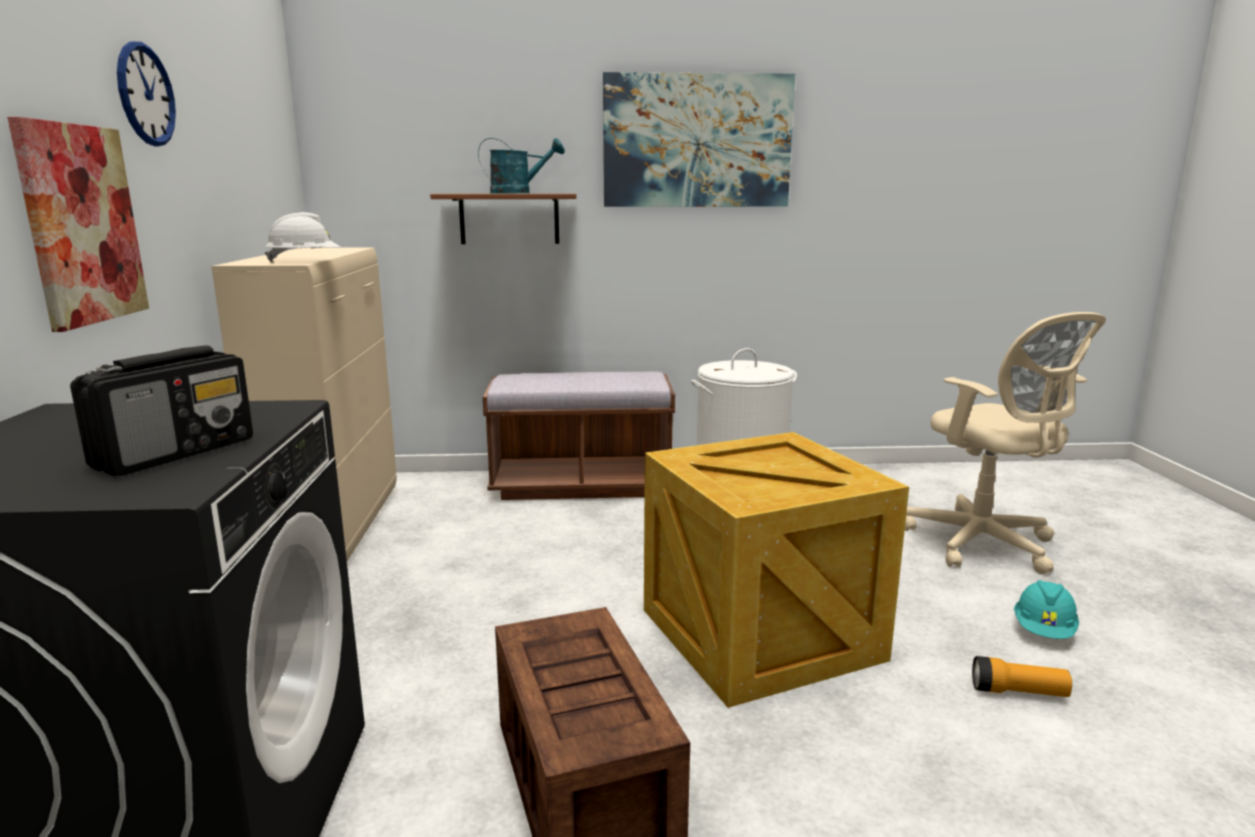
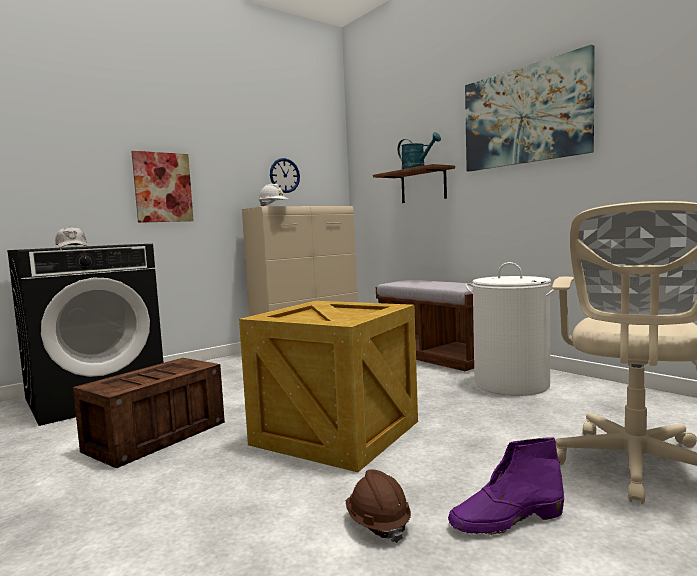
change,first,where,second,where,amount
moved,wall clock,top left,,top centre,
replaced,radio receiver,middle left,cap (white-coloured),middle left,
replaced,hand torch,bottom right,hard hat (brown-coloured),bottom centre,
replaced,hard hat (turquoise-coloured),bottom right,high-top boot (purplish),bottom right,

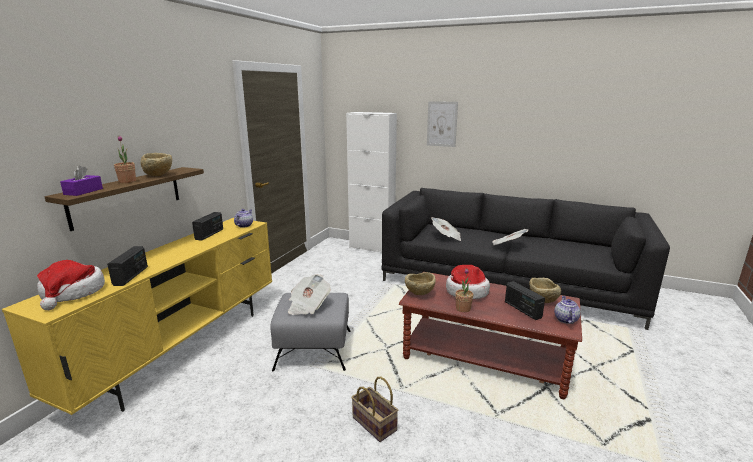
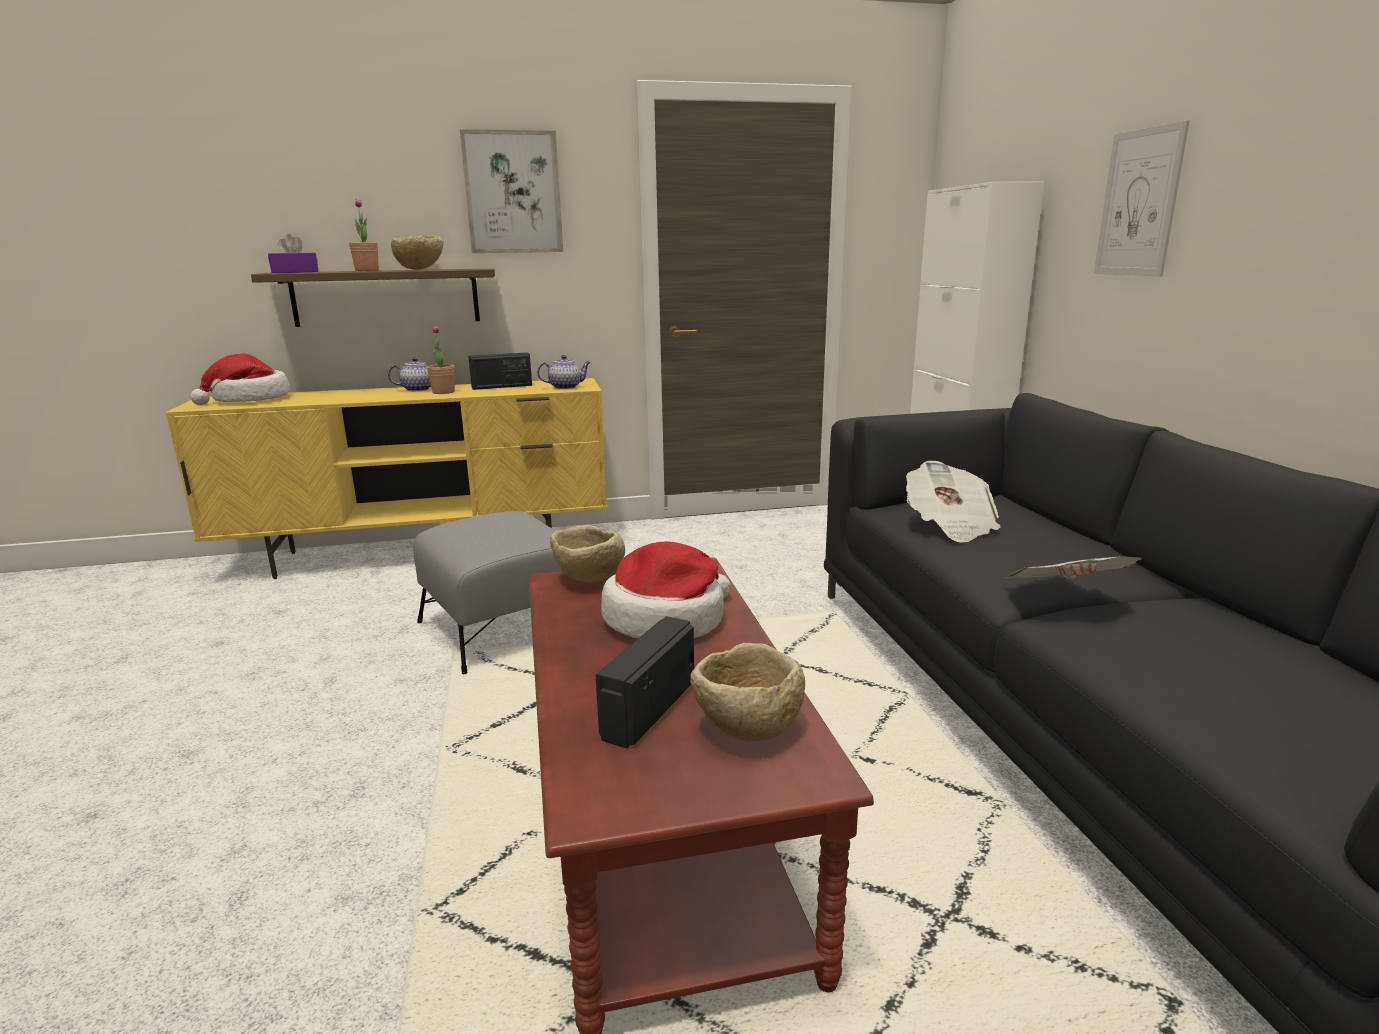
change,first,where,second,where,amount
removed,radio receiver (1st from left),middle left,,,
removed,daily paper (1st from left),centre,,,
removed,household basket,bottom centre,,,
added,,,wall art (1st from left),top centre,
moved,houseplant (2nd from left),centre,,middle left,
moved,tea pot (2nd from left in the first image),bottom right,tea pot (1st from left),middle left,

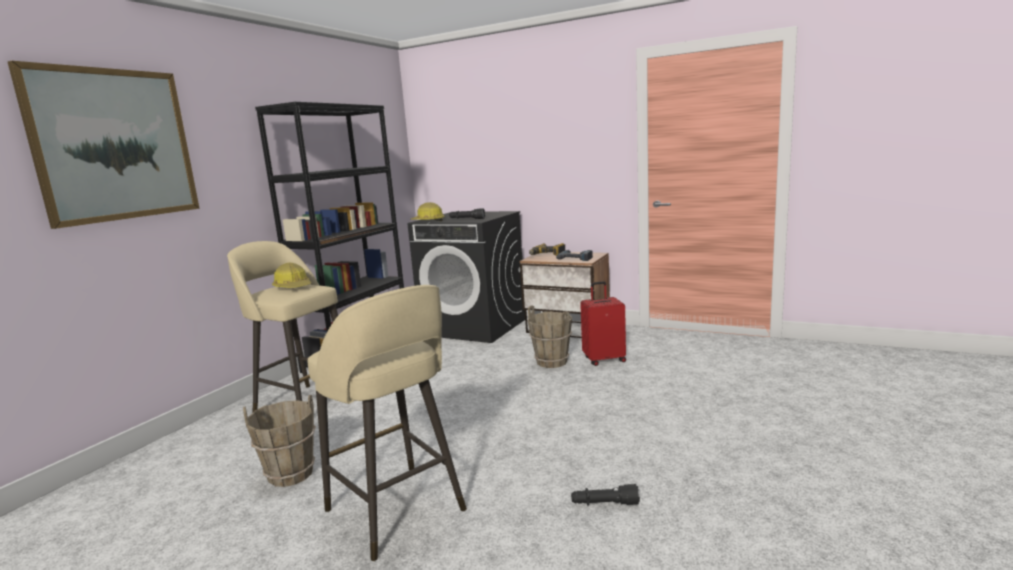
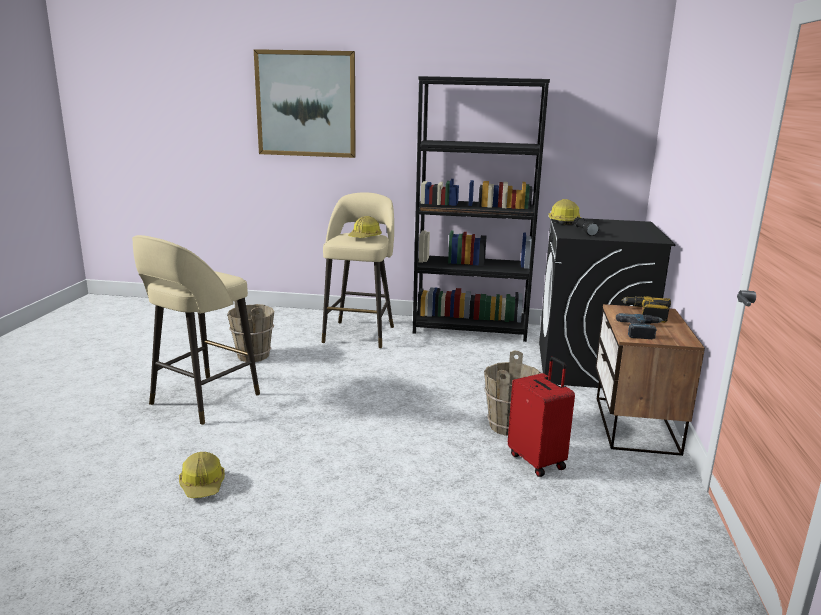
change,first,where,second,where,amount
replaced,hand torch (blackish) (2nd from left),bottom centre,hard hat (1st from left),bottom left,

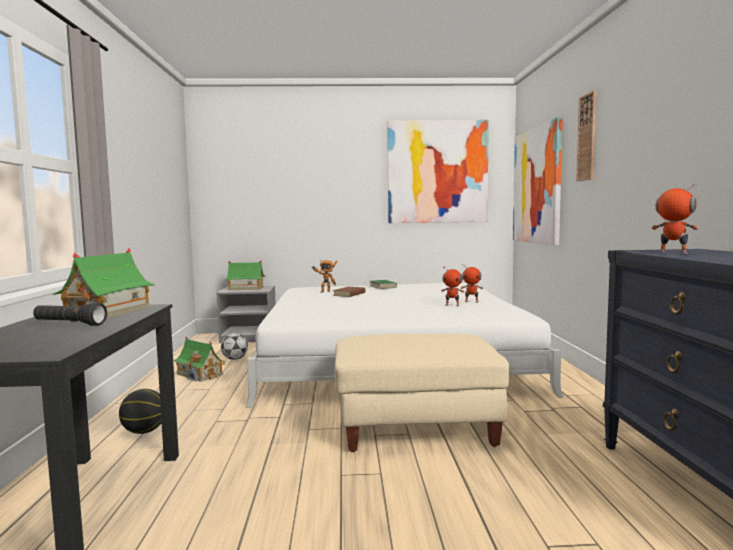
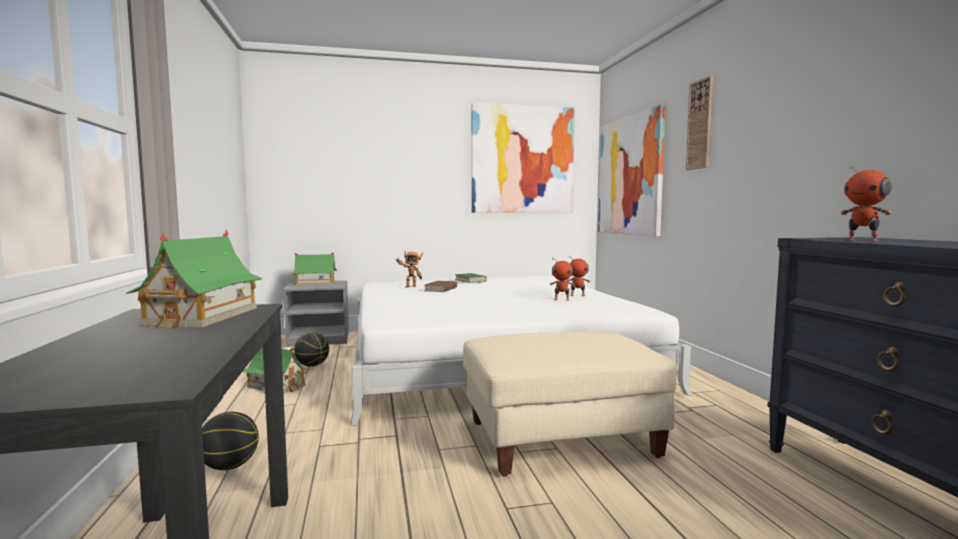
change,first,where,second,where,amount
removed,hand torch (blackish),middle left,,,
replaced,football,middle left,ball for basketball (2nd from left),middle left,
turned,robot figure (4th from left),middle right,,middle right,150 degrees counterclockwise

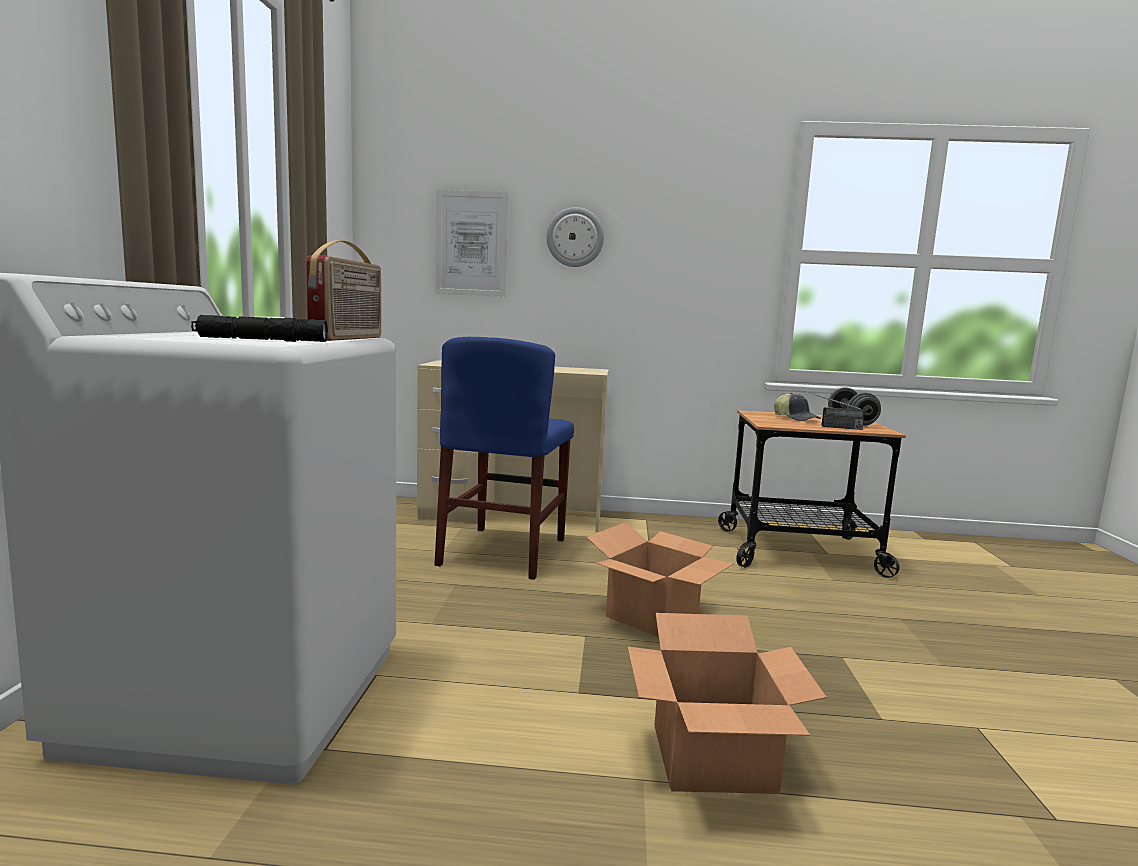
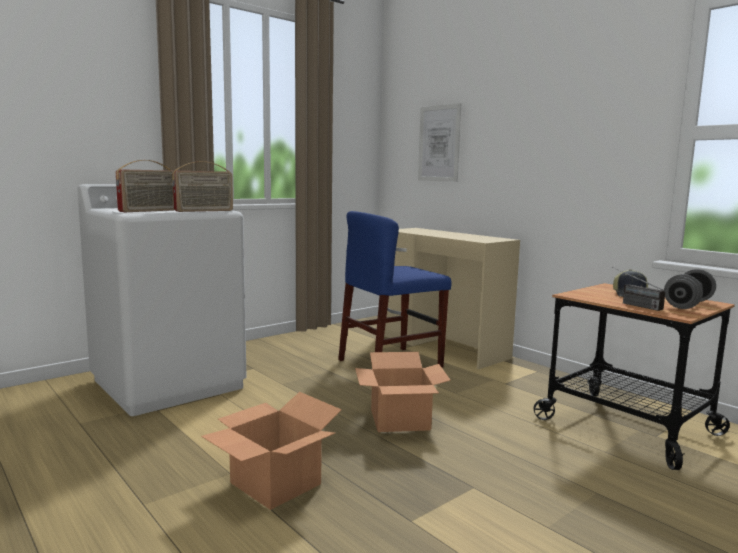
change,first,where,second,where,amount
removed,wall clock,top centre,,,
replaced,hand torch (blackish),middle left,radio receiver (1st from left),middle left,

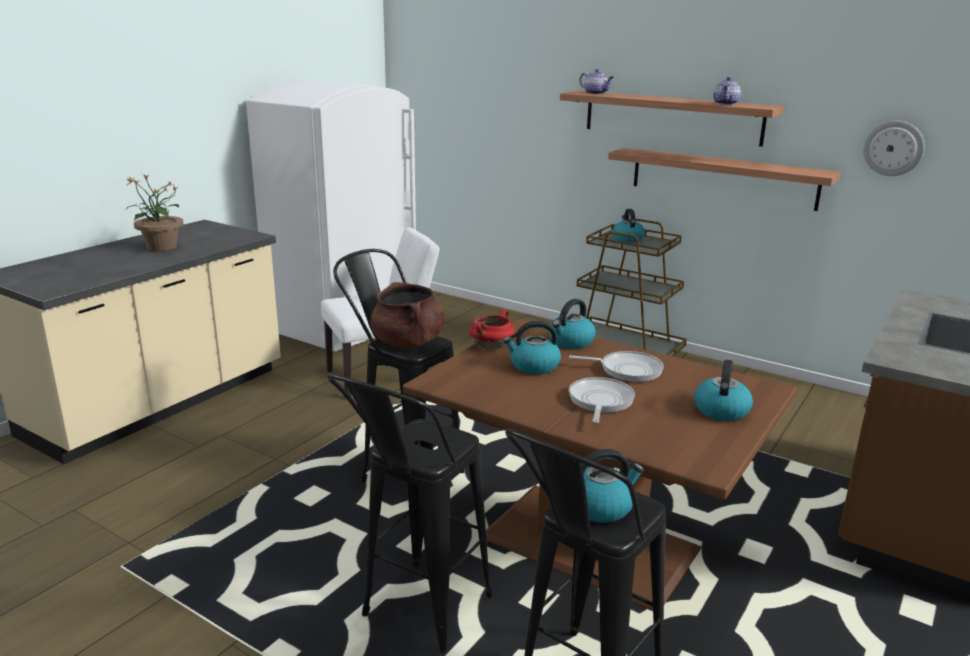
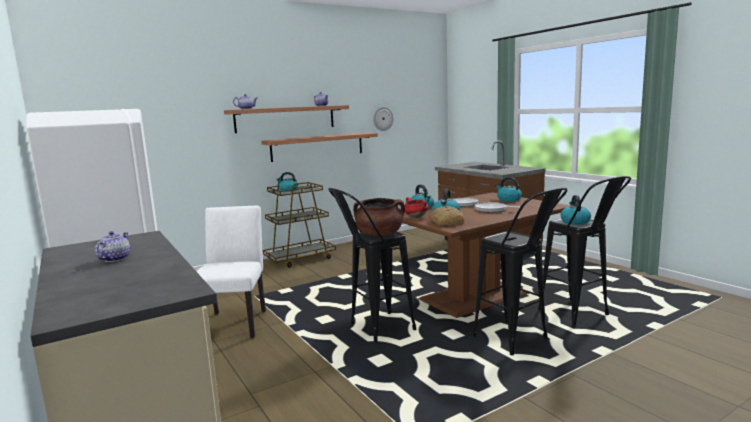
change,first,where,second,where,amount
added,,,baked bread,centre,
replaced,houseplant,top left,tea pot (1st from left),middle left,

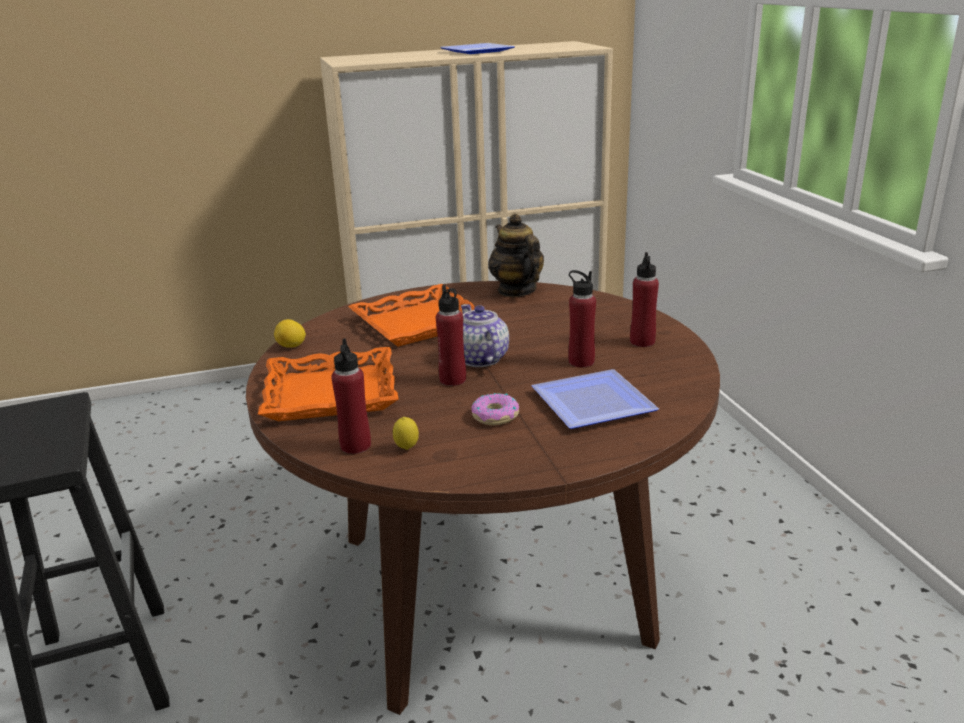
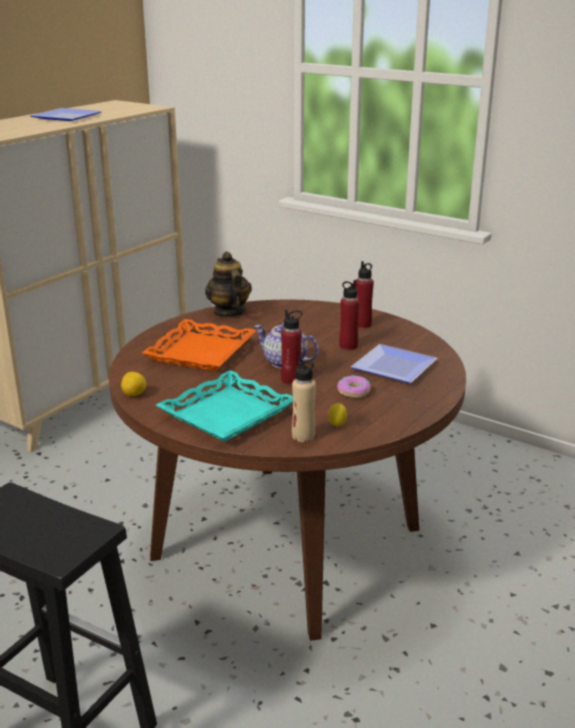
change,first,where,second,where,amount
recoloured,serving tray (orangey) (1st from left),centre,serving tray (turquoise-coloured),centre,
recoloured,beverage bottle (red-coloured) (1st from left),centre,beverage bottle (beige-coloured),centre,
turned,tea pot (2nd from left in the first image),centre,tea pot (1st from left),centre,45 degrees clockwise

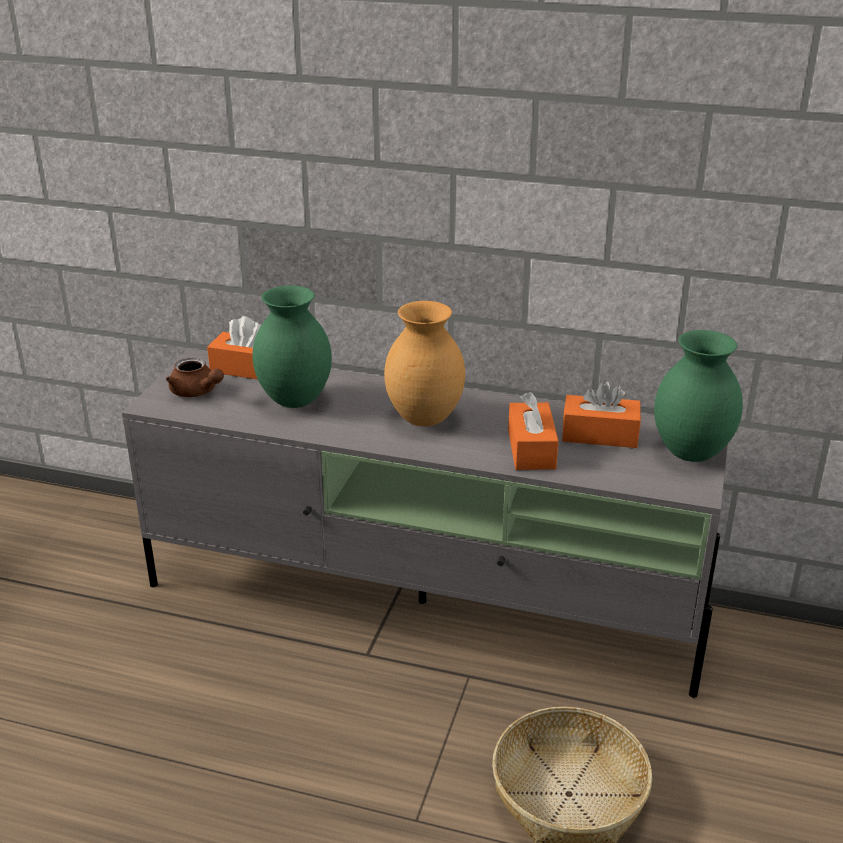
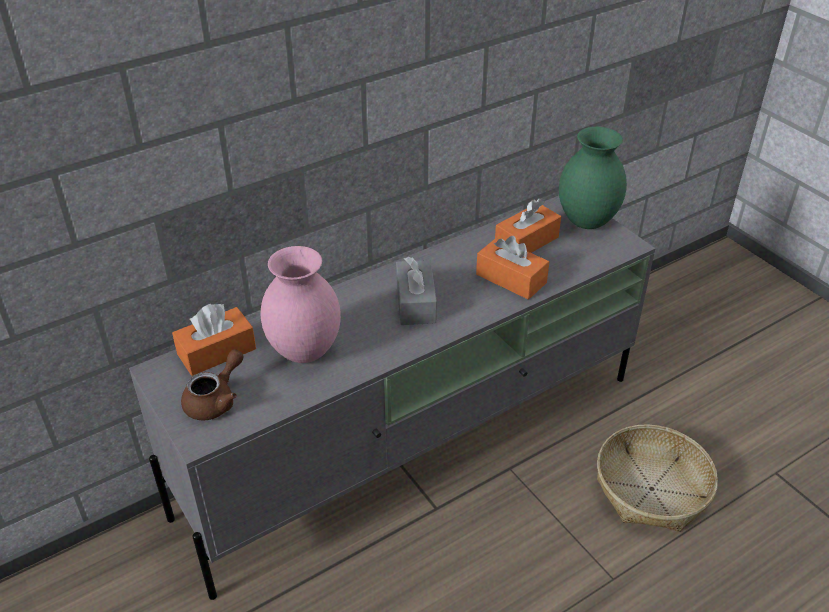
change,first,where,second,where,amount
replaced,vase (brown-coloured),centre,tissue box (gray),centre,
recoloured,vase (green-coloured) (1st from left),centre,vase (pinkish),centre,
turned,tea pot (brown-coloured),middle left,,middle left,45 degrees counterclockwise

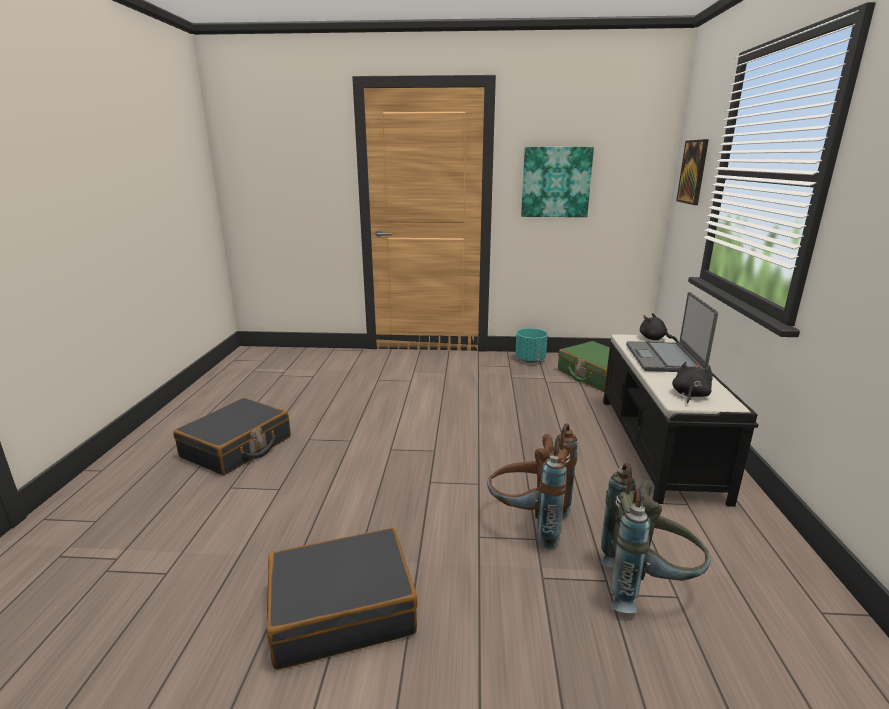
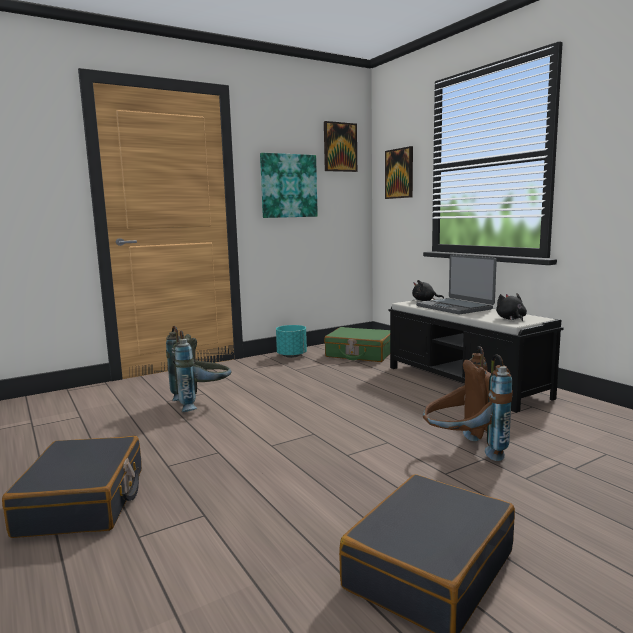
change,first,where,second,where,amount
added,,,wall art (2nd from left),top centre,
moved,knapsack (gray),bottom right,,middle left,

